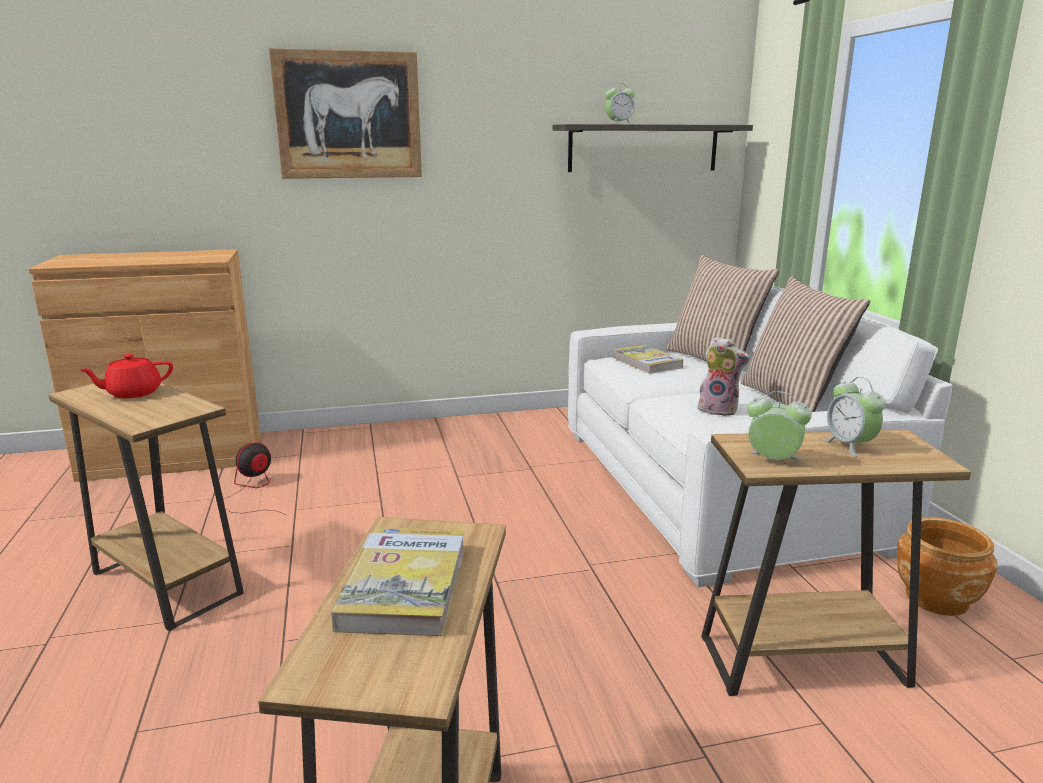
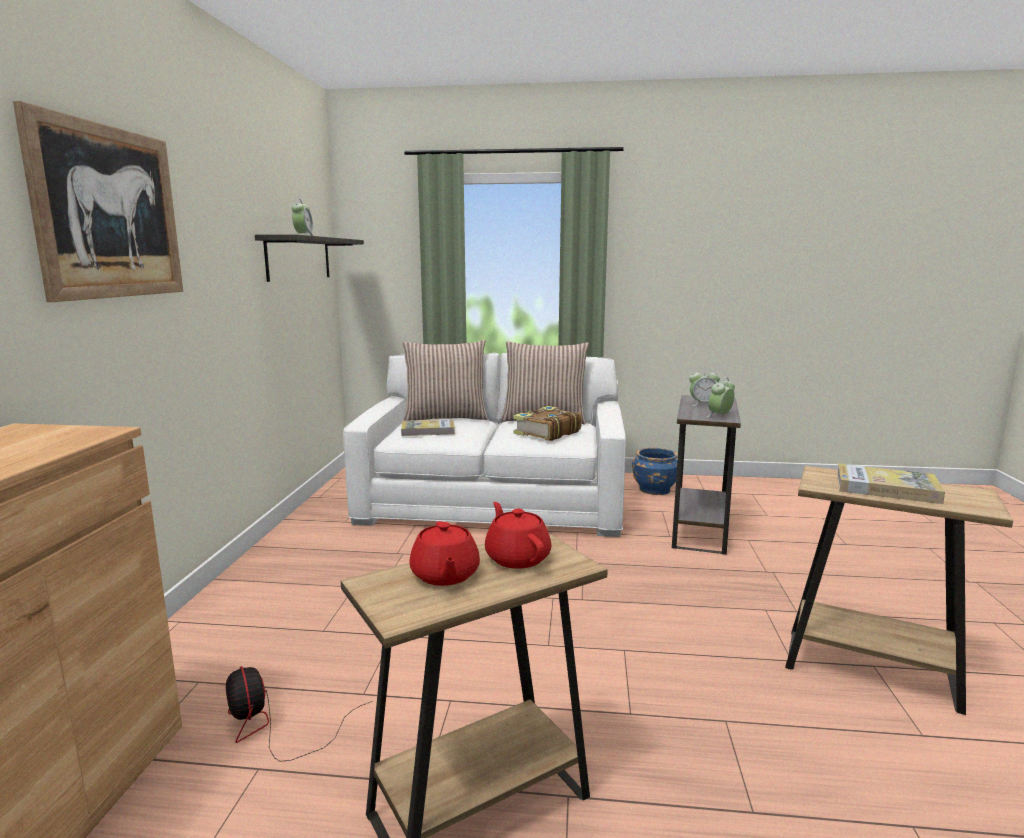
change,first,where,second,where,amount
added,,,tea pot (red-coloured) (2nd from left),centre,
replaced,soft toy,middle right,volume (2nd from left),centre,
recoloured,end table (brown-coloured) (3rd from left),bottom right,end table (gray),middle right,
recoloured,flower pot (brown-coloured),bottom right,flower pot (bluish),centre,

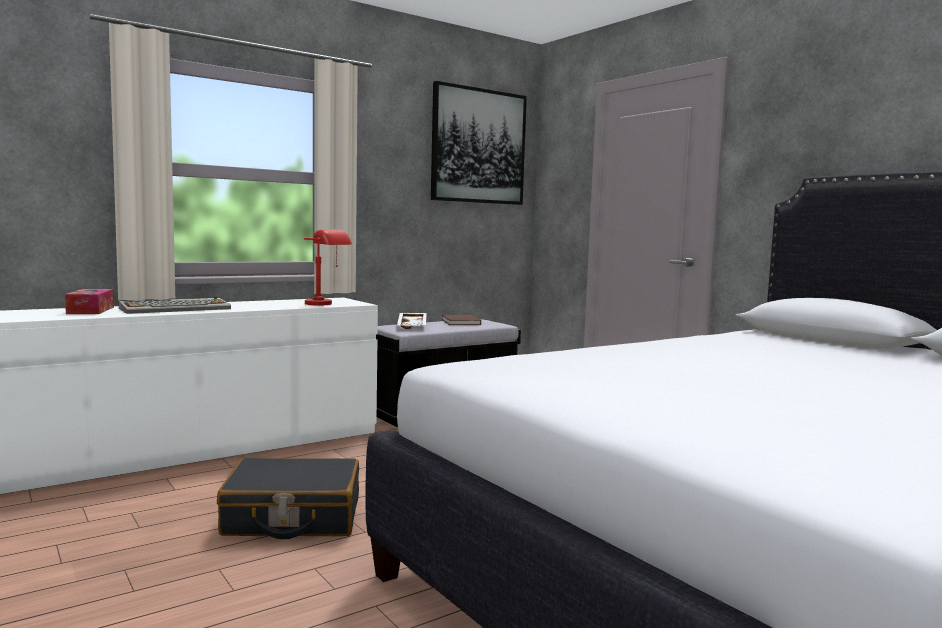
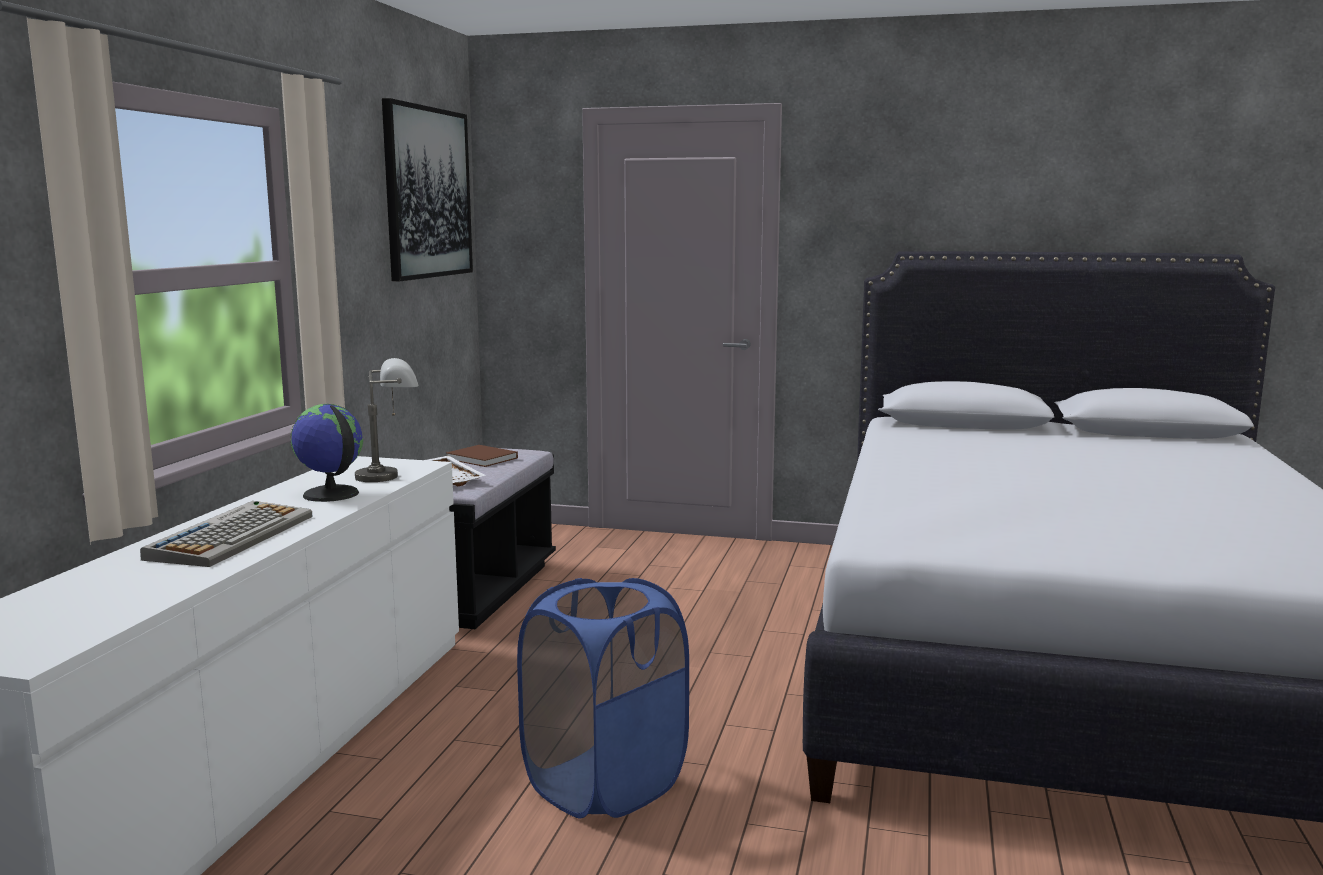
change,first,where,second,where,amount
removed,tissue box,middle left,,,
added,,,globe,middle left,
replaced,travel case (blackish),bottom left,washing basket (bluish),bottom centre,
recoloured,lamp for a table (red-coloured),centre,lamp for a table (gray),middle left,

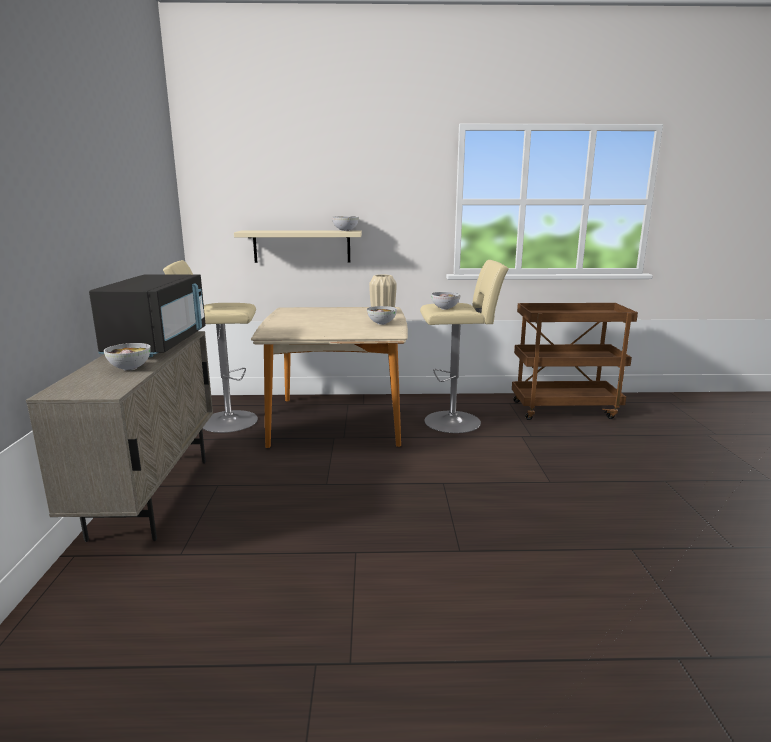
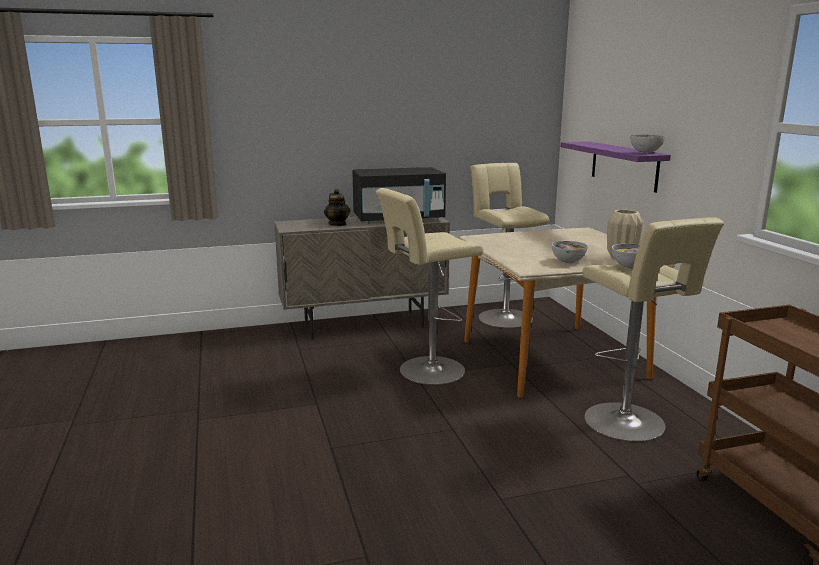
change,first,where,second,where,amount
added,,,stool (beige-coloured) (1st from left),centre,
replaced,bowl (1st from left),middle left,tea pot,centre,
recoloured,bracket shelf (beige-coloured),top centre,bracket shelf (purplish),top right,

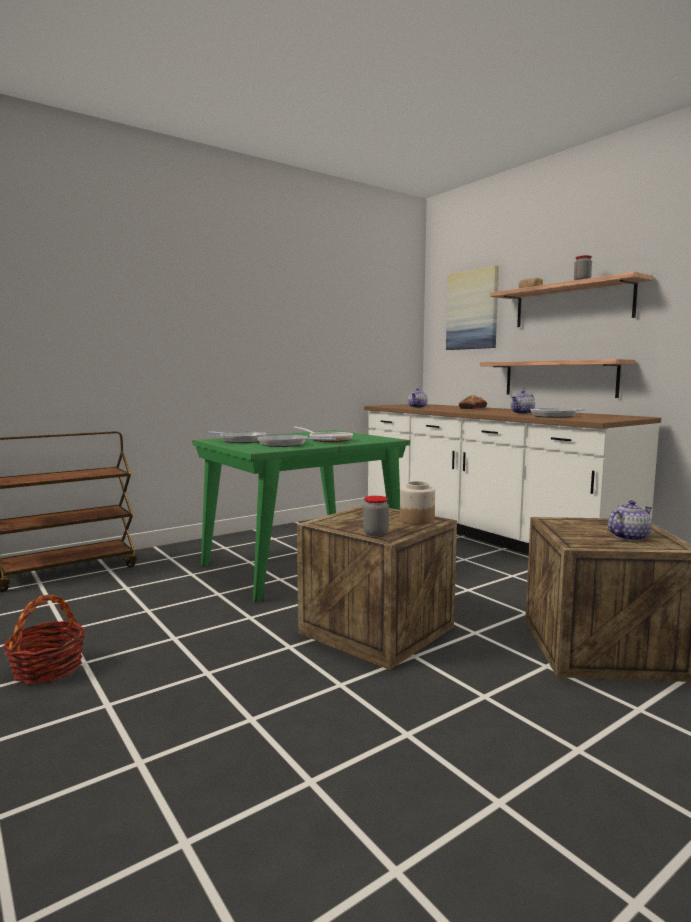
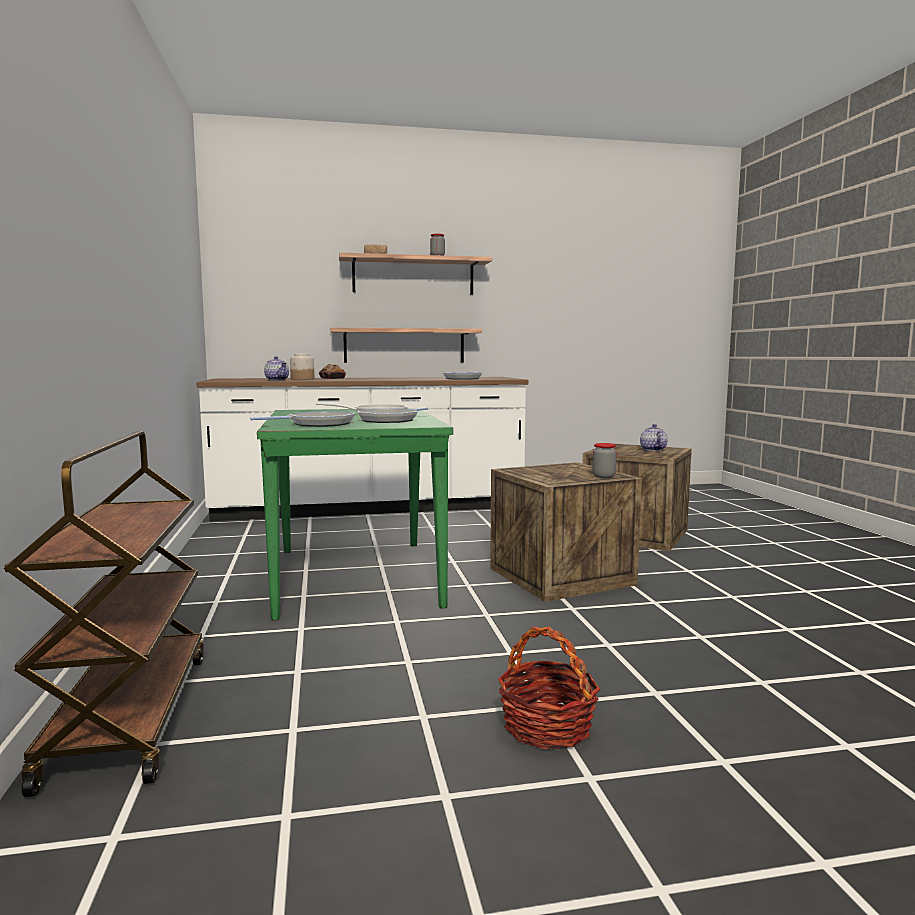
change,first,where,second,where,amount
removed,wall art,top right,,,
removed,tea pot (2nd from left),middle right,,,
moved,storage jar (2nd from left in the first image),centre,storage jar (1st from left),middle left,

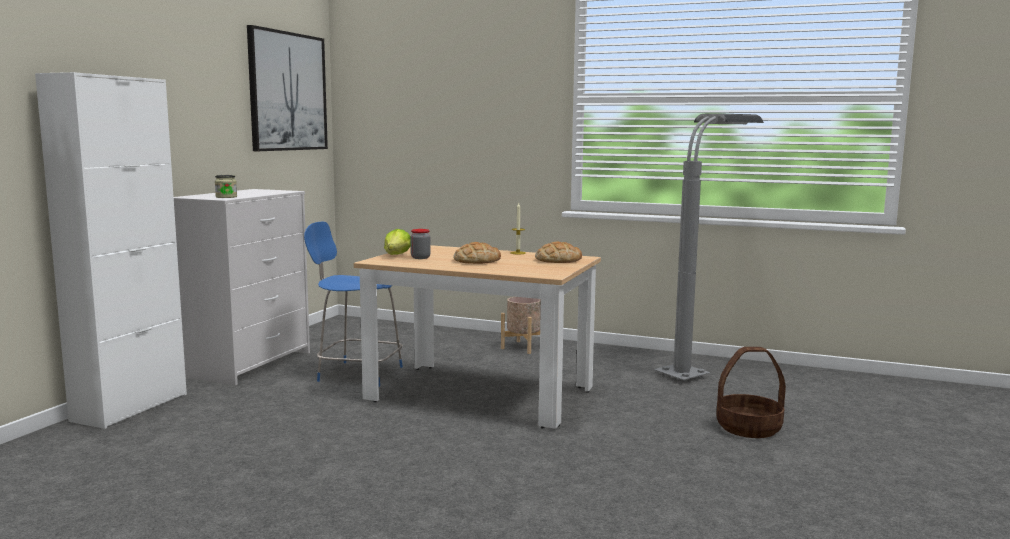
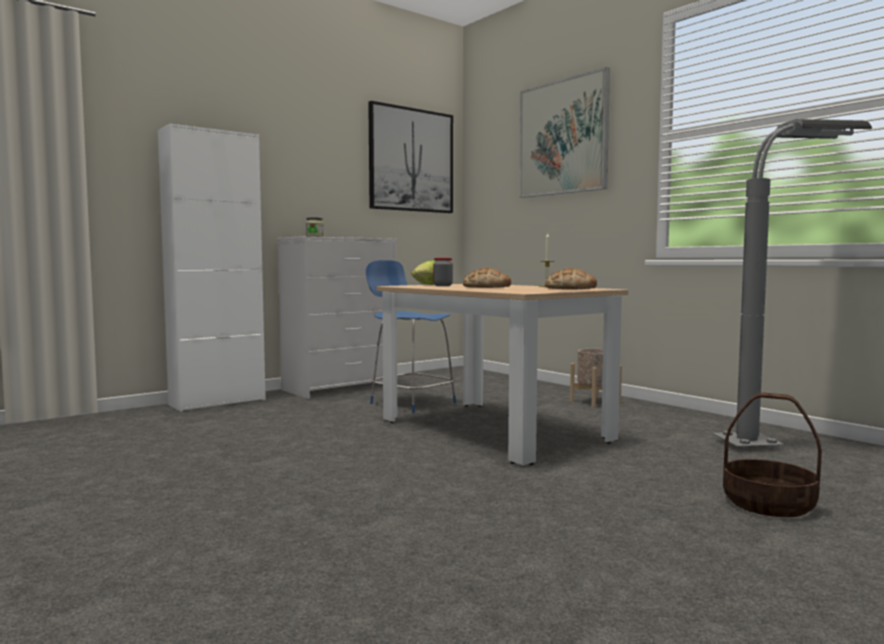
change,first,where,second,where,amount
added,,,wall art (2nd from left),top centre,

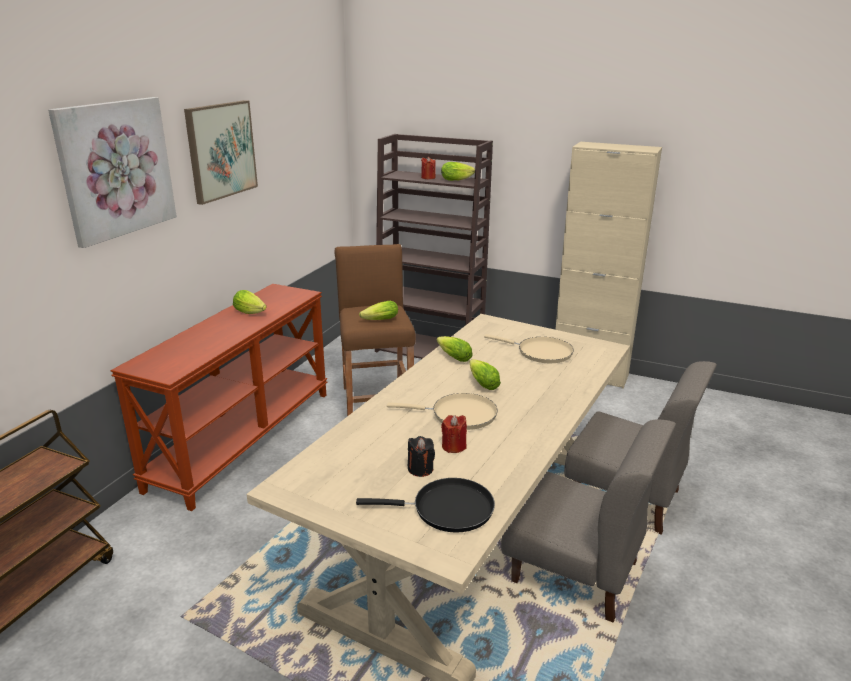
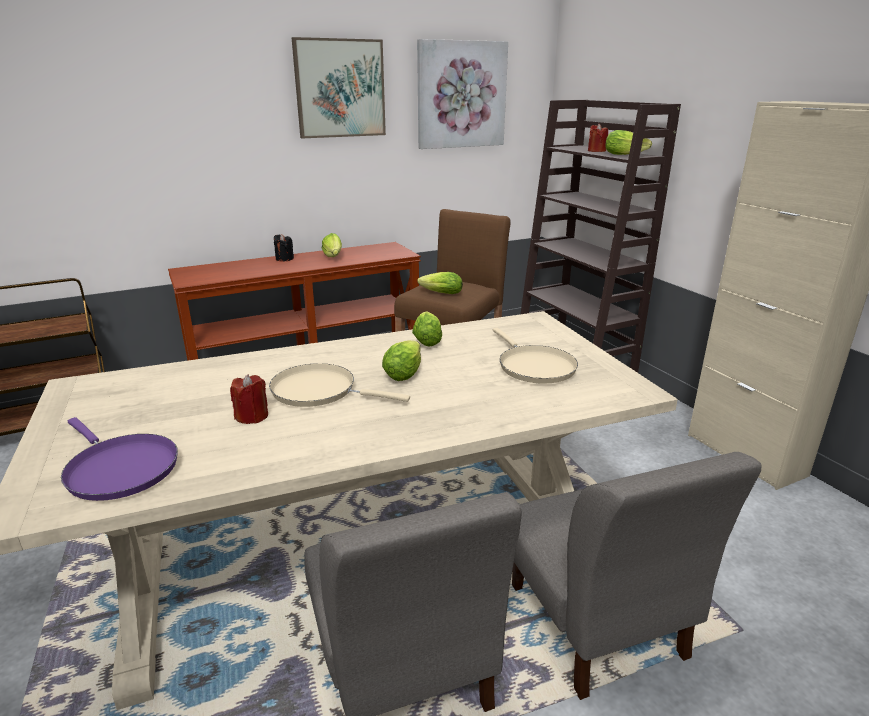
change,first,where,second,where,amount
moved,wall art (1st from left in the first image),top left,wall art (2nd from left),top centre,
moved,wax candle (blackish),bottom centre,,middle left,
recoloured,pan (blackish),bottom centre,pan (purplish),middle left,
turned,pan (beige-coloured) (1st from left),centre,,centre,150 degrees clockwise

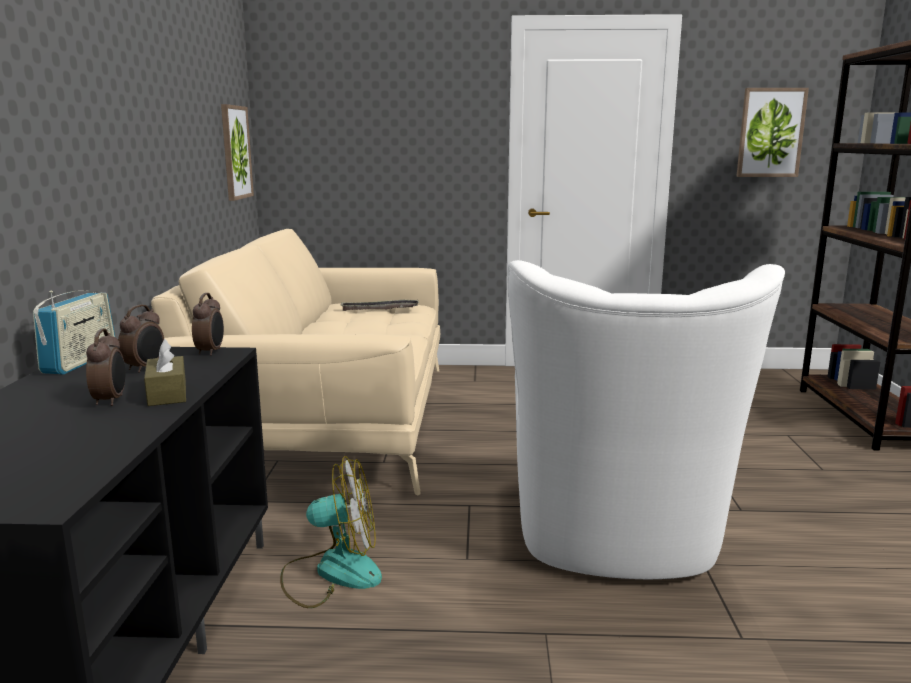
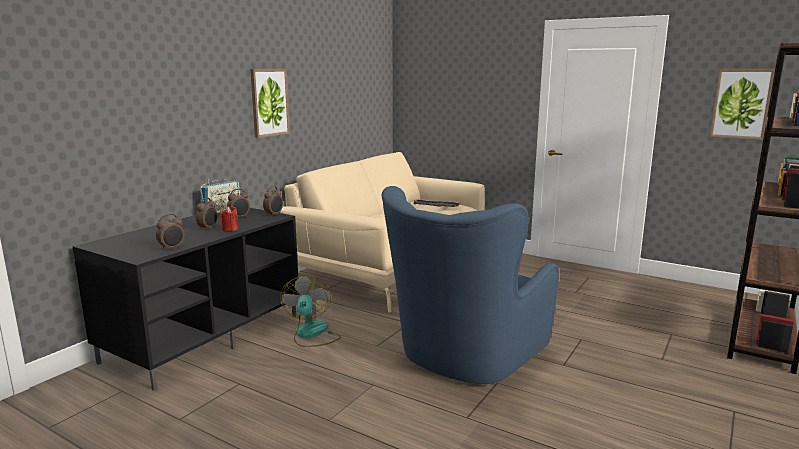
change,first,where,second,where,amount
added,,,bedside clock (1st from left),middle left,
moved,wall art (1st from left),top left,,top centre,
replaced,tissue box (brown-coloured),middle left,wax candle (red-coloured),middle left,
recoloured,easy chair (white-coloured),middle right,easy chair (bluish),centre,
turned,electric fan,bottom centre,,bottom centre,120 degrees counterclockwise

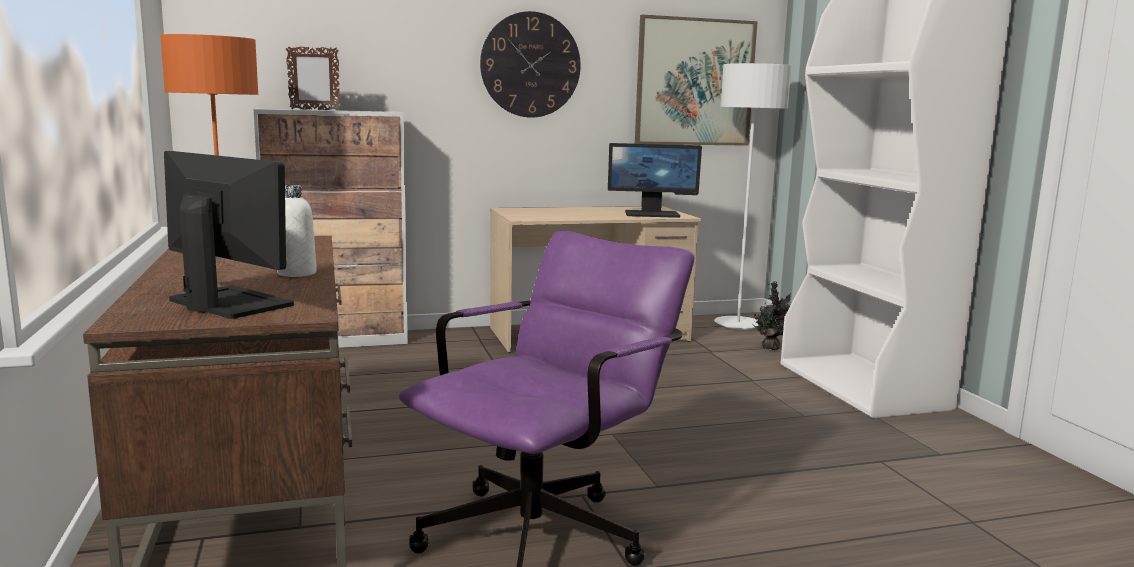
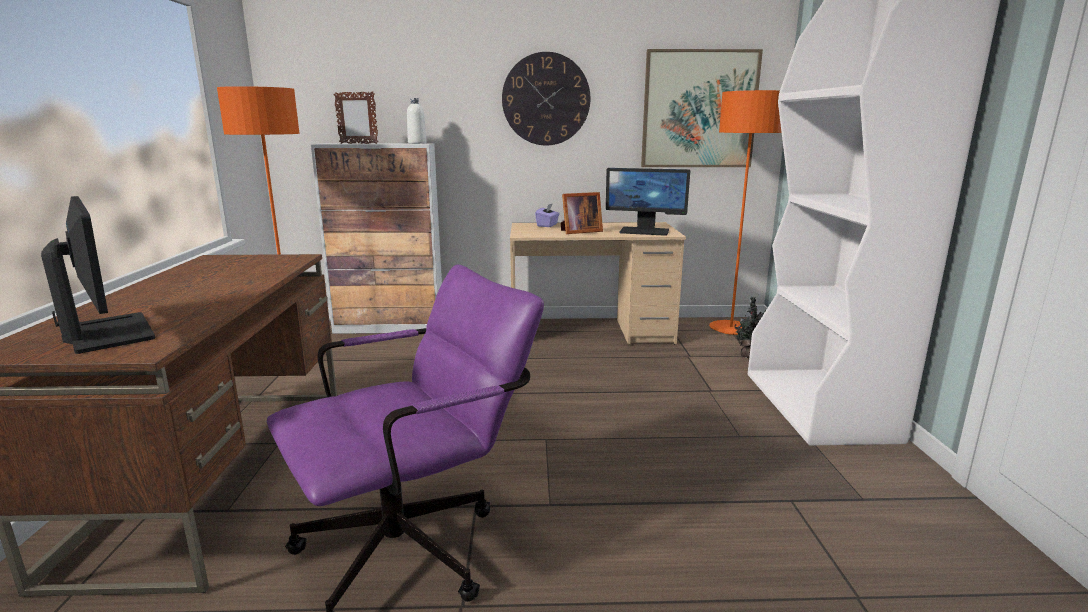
change,first,where,second,where,amount
added,,,tissue box (purplish),centre,
added,,,photo frame (2nd from left),centre,
moved,beverage bottle (white-coloured),middle left,,top centre,
recoloured,floor lamp (white-coloured),centre,floor lamp (orangey) (2nd from left),middle right,

